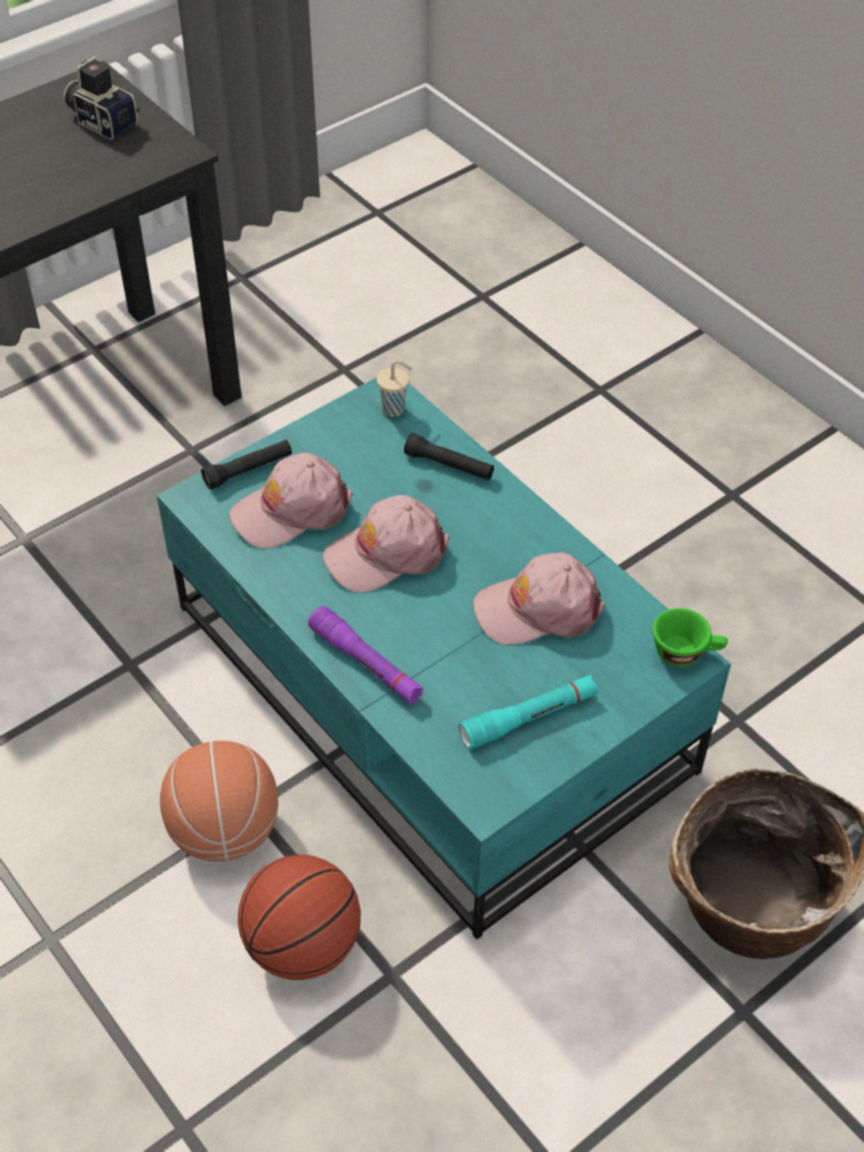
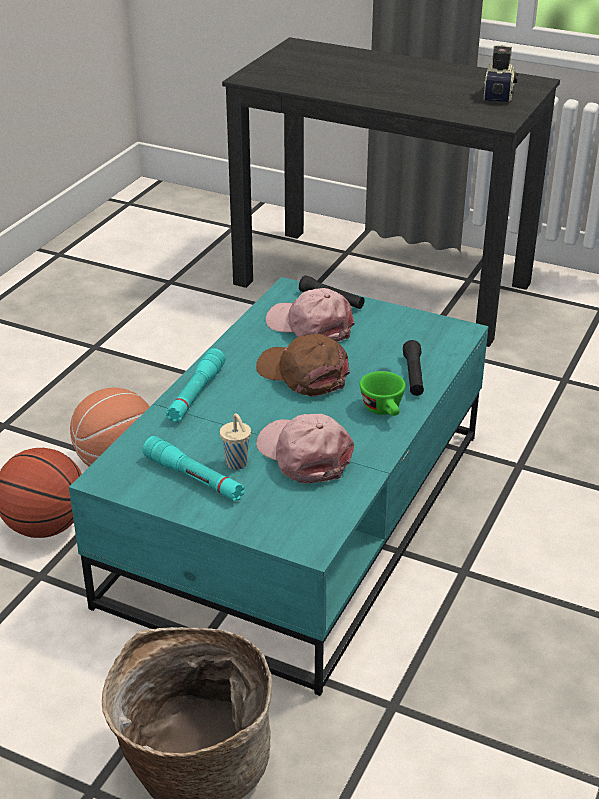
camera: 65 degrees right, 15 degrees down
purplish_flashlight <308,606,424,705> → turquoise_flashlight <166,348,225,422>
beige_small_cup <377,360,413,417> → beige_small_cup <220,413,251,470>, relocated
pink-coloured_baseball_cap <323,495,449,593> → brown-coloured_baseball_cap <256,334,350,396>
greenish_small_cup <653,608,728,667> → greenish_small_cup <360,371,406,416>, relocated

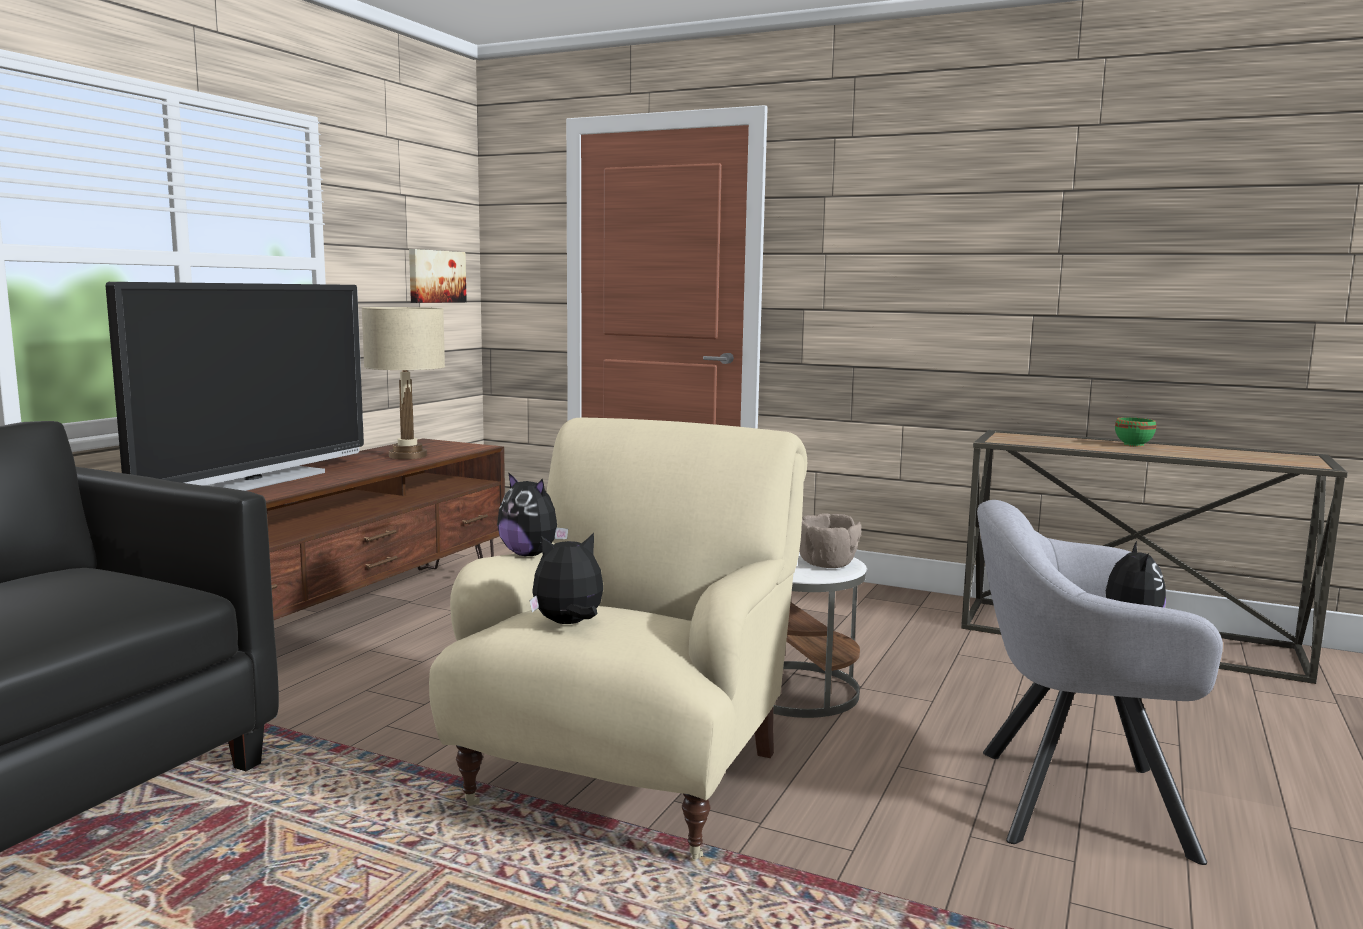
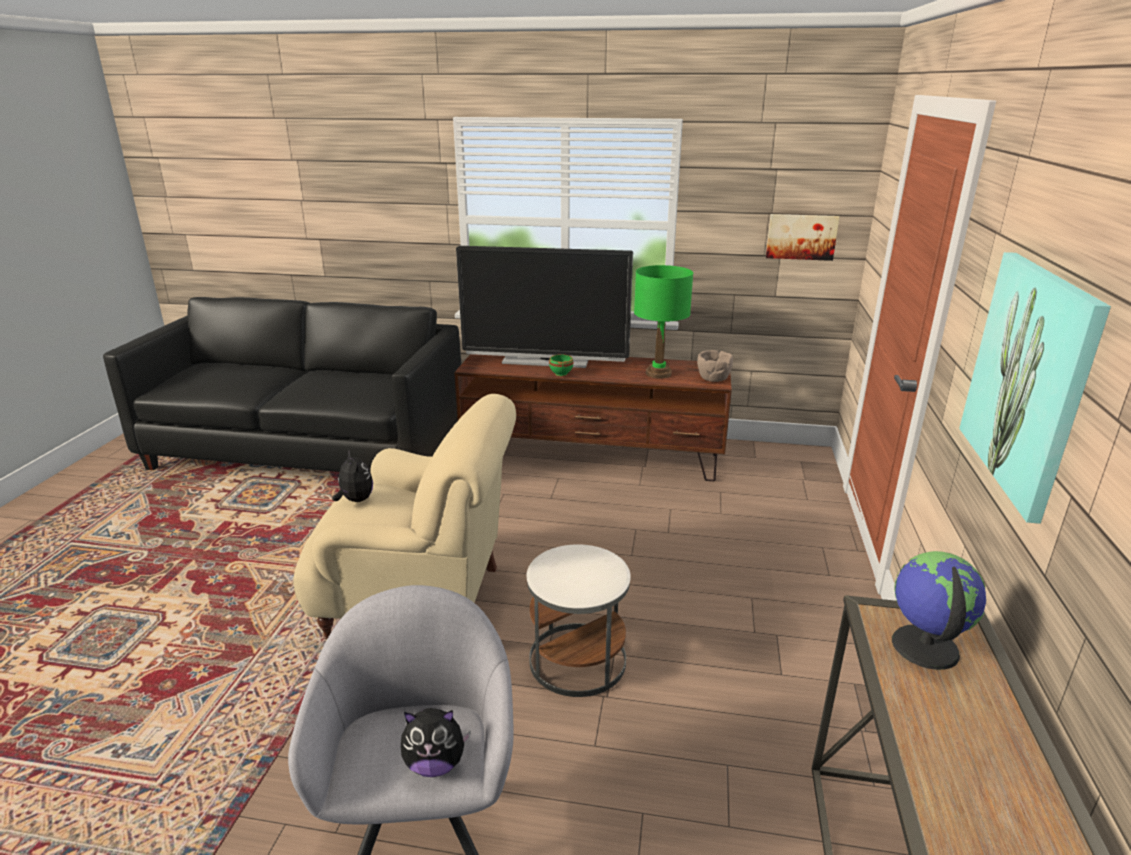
camera: 75 degrees right, 15 degrees up
greenish_deep_dish <1115,417,1156,447> → greenish_deep_dish <549,354,573,376>, relocated
beige_tabletop_lamp <362,307,445,459> → greenish_tabletop_lamp <634,265,693,378>
brown-coloured_deep_dish <799,513,861,568> → brown-coloured_deep_dish <697,350,733,382>, relocated
- → desk_globe <892,551,986,670>
- → picture <959,252,1111,524>
cuddly_toy <497,472,568,556> → -

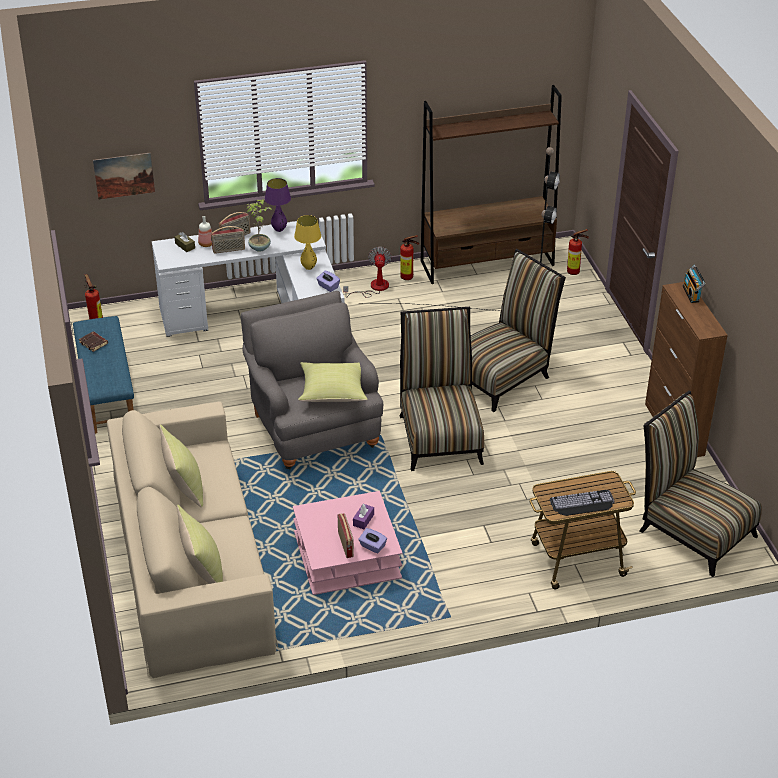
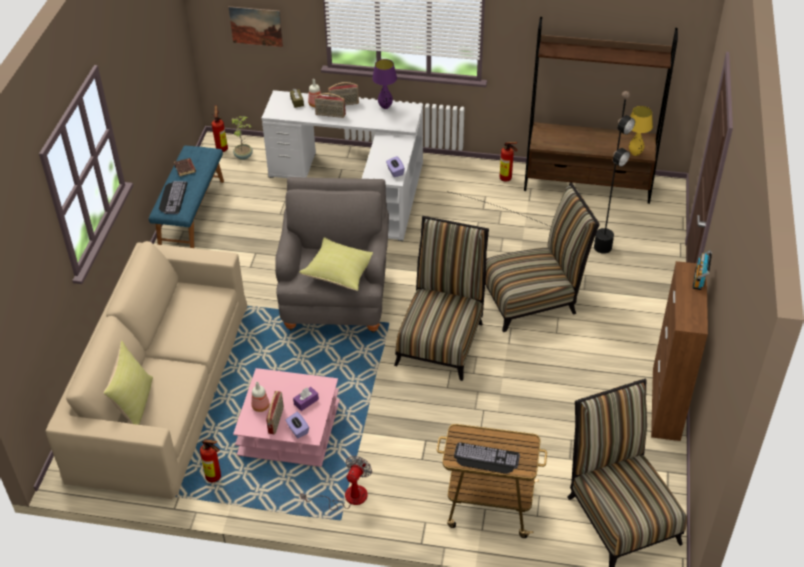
camera: 25 degrees right, 5 degrees up
- → computer_keyboard <159,181,188,214>
fire-fighting_cylinder <567,229,589,275> → fire-fighting_cylinder <200,439,221,482>, relocated
plant_in_a_pot <246,199,272,252> → plant_in_a_pot <232,116,253,160>, relocated
- → bottle <251,382,269,412>
electric_fan <343,247,392,298> → electric_fan <300,456,372,510>, relocated
yellow_tabletop_lamp <294,215,321,270> → yellow_tabletop_lamp <629,106,653,156>, relocated
yellow_pillow <159,424,203,507> → -

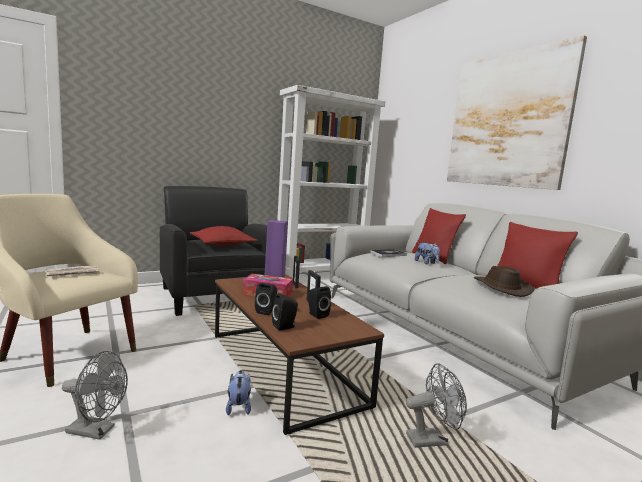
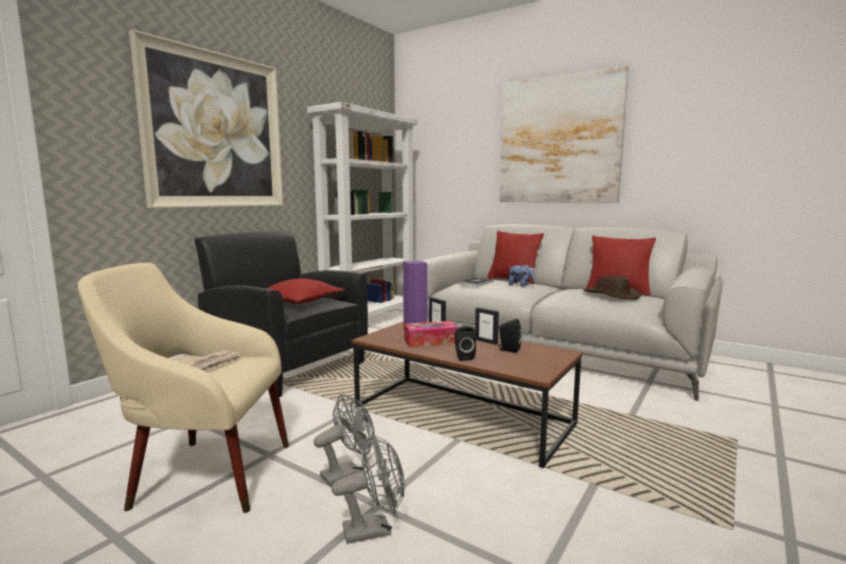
camera: 25 degrees left, 0 degrees up
- → picture <129,29,283,208>
grey_electric_fan <406,363,467,448> → grey_electric_fan <314,394,375,486>, relocated
cuddly_toy <226,370,251,415> → -
black-coloured_audio_speaker <272,293,298,331> → -

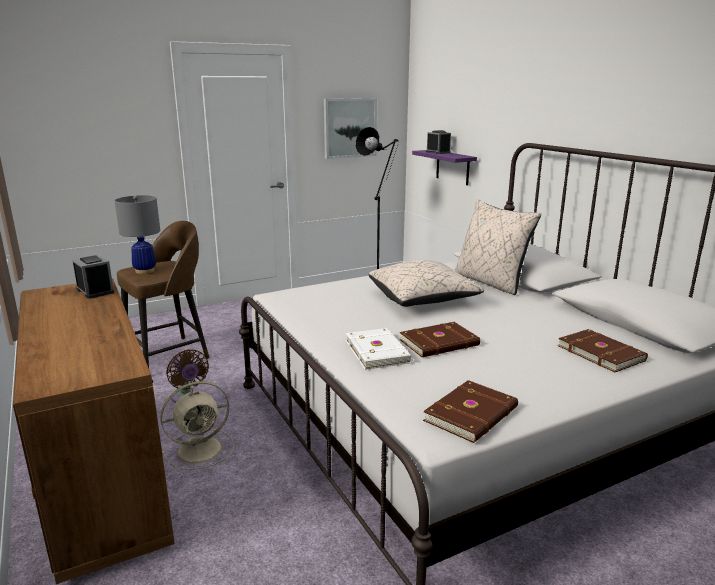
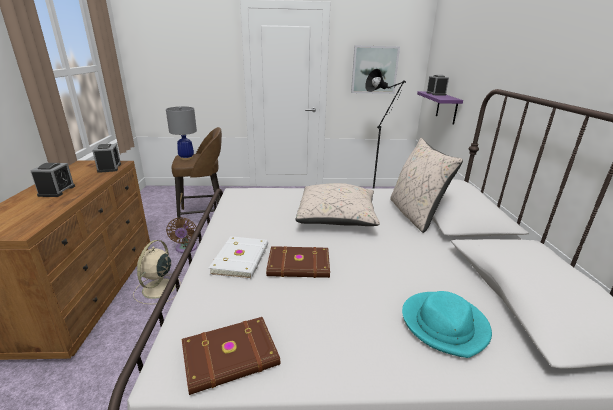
camera: 25 degrees right, 5 degrees up
- → alarm_clock <30,163,75,197>
beige_electric_fan <160,381,234,470> → beige_electric_fan <133,240,181,304>, 105 degrees clockwise
brown-coloured_volume <558,329,648,372> → turquoise_wearable_hat <402,291,492,358>

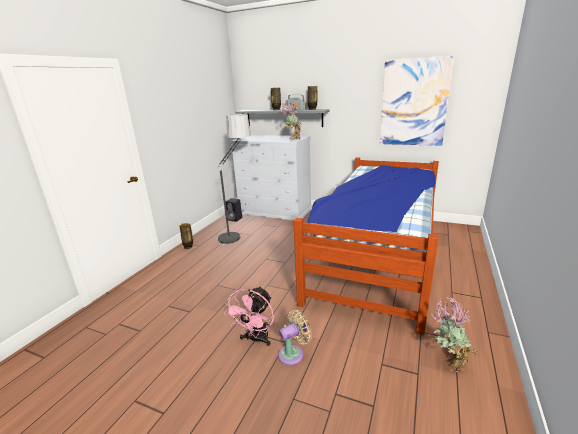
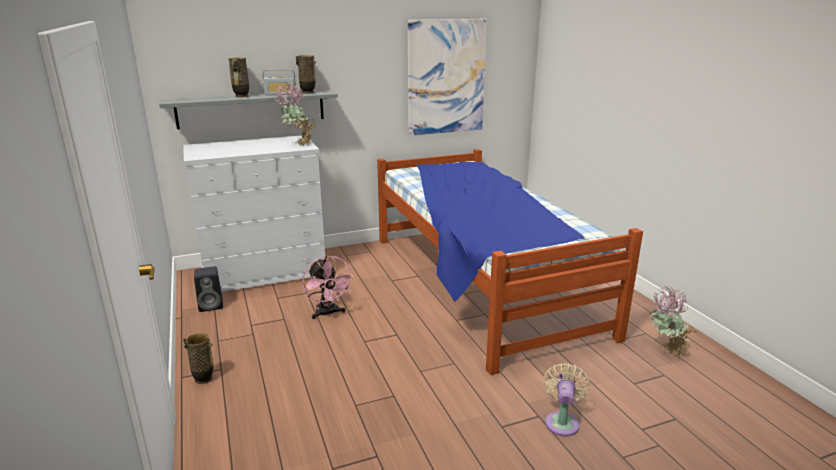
camera: 45 degrees left, 0 degrees up
pink-coloured_electric_fan <224,286,274,346> → pink-coloured_electric_fan <302,256,354,319>, relocated
standing_lamp <217,114,251,246> → -

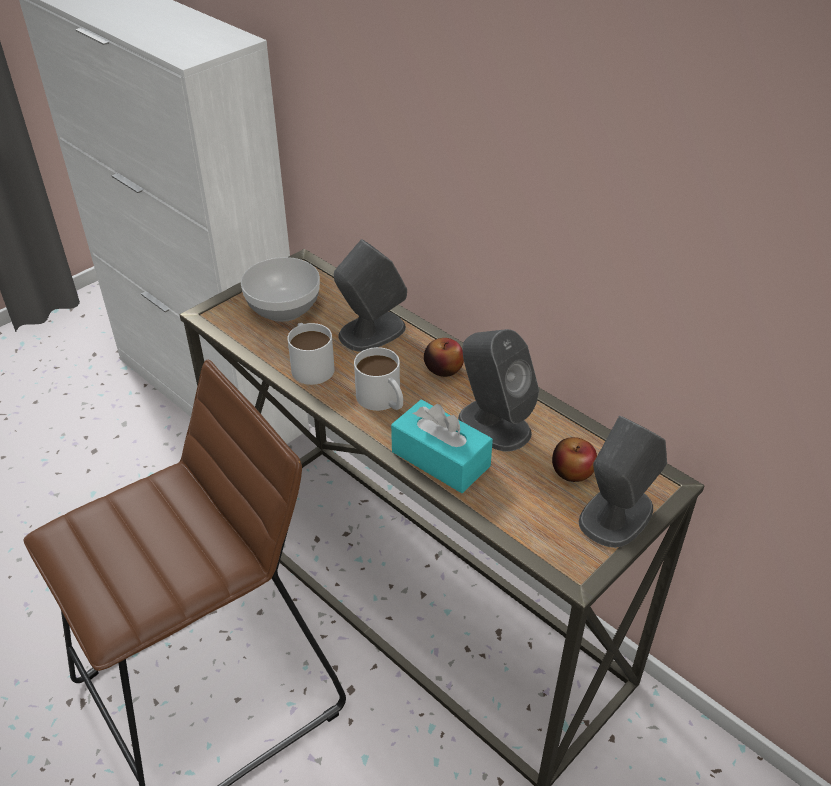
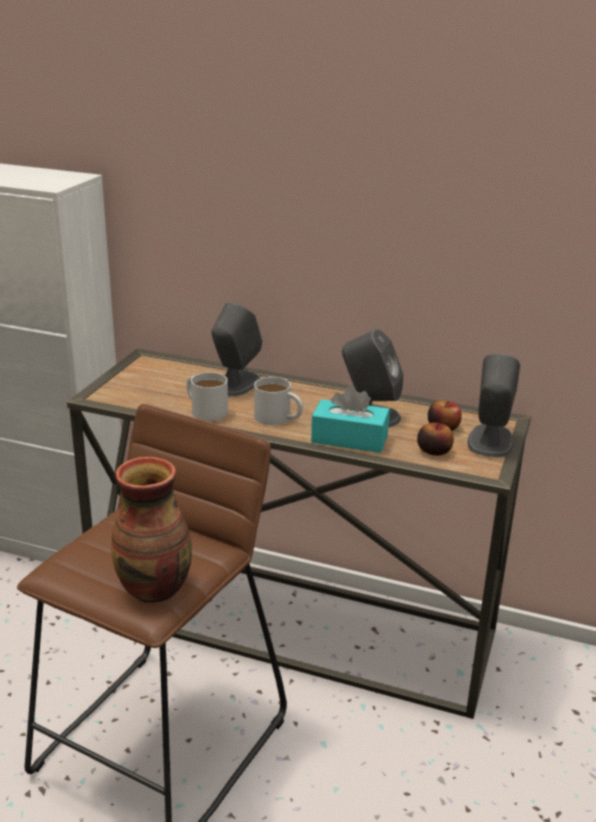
camera: 25 degrees left, 15 degrees down
- → vase <111,457,192,603>
apple <424,338,464,377> → apple <417,422,454,456>, relocated
deep_dish <241,257,320,322> → -

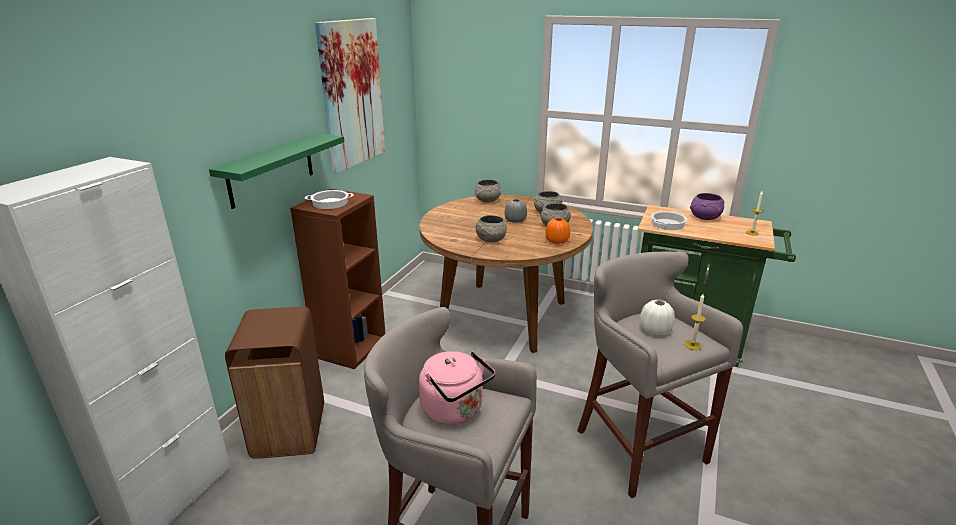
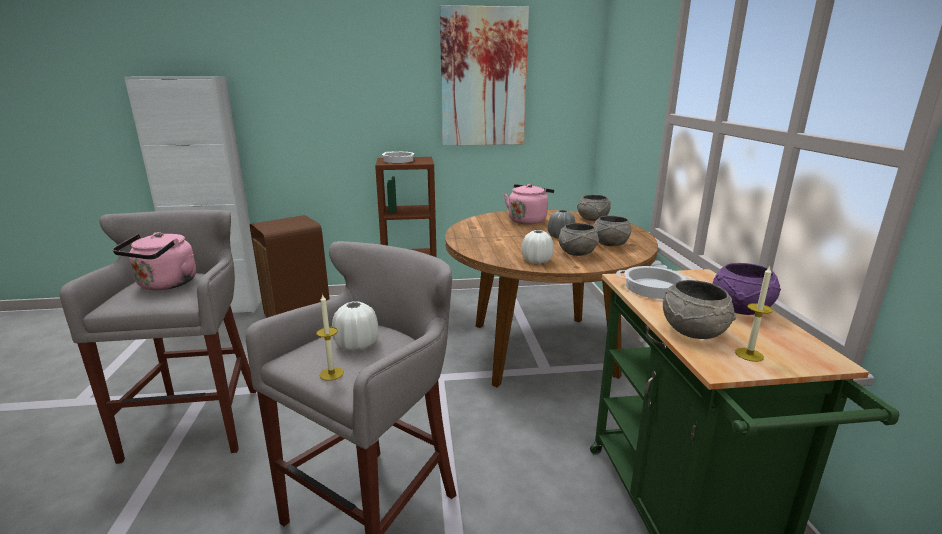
camera: 60 degrees right, 5 degrees down
- → pink-coloured_water_kettle <504,184,554,224>
orange-coloured_vase <546,218,570,244> → white-coloured_vase <521,230,554,264>
grey_deep_dish <475,215,507,242> → grey_deep_dish <663,280,736,339>, relocated
greenish_bracket_shelf <209,133,344,209> → -

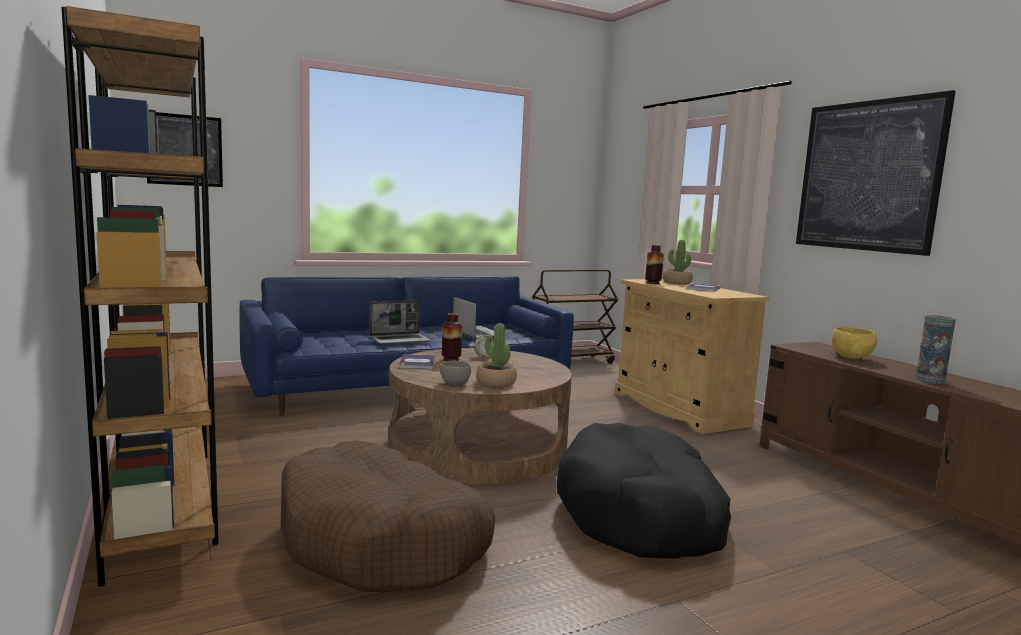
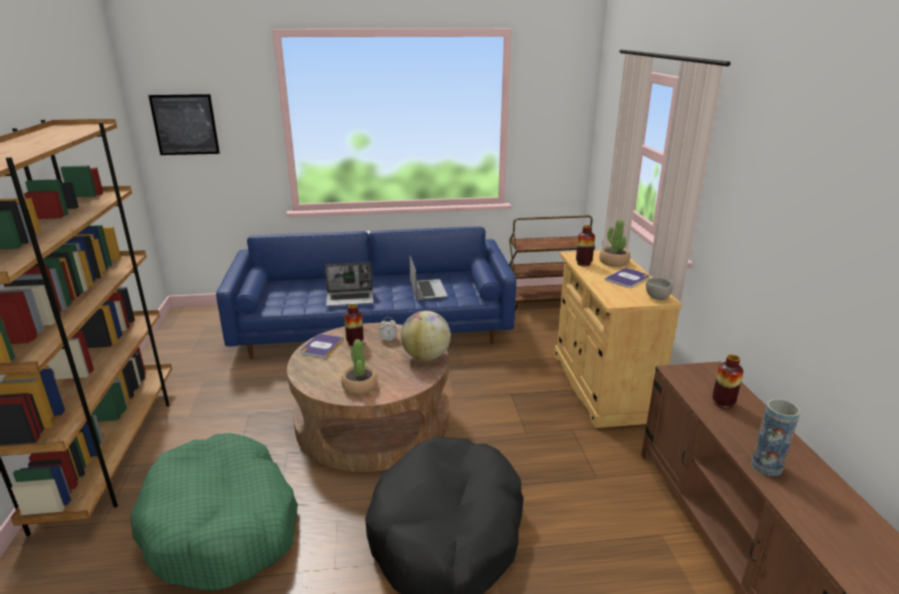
camera: 20 degrees right, 15 degrees up
brown-coloured_dog_cushion <281,440,495,592> → greenish_dog_cushion <131,433,298,591>
- → desk_globe <401,311,451,361>
grey_deep_dish <440,361,471,385> → grey_deep_dish <646,278,673,300>, relocated
yellow_deep_dish <831,327,877,359> → vase <712,355,744,409>
picture <796,90,956,256> → -

